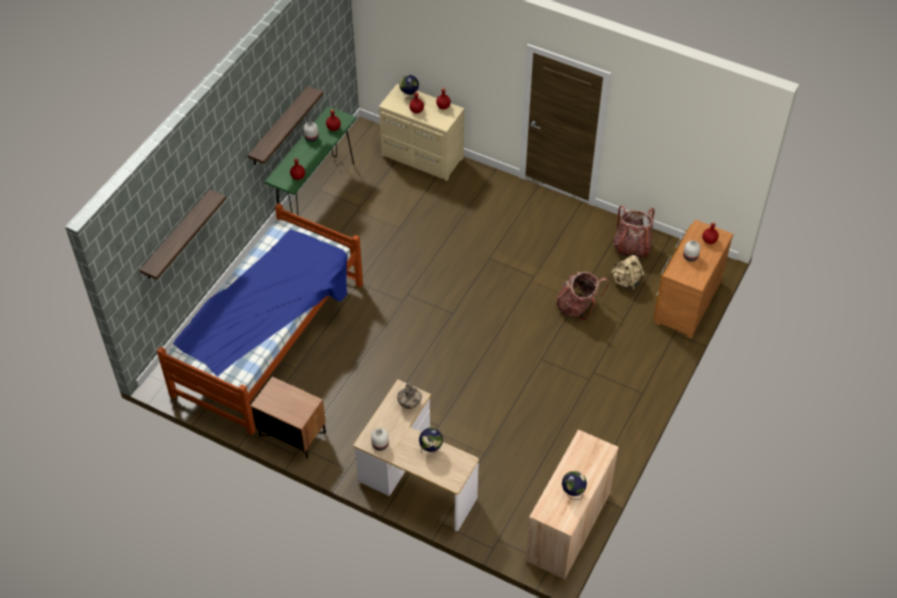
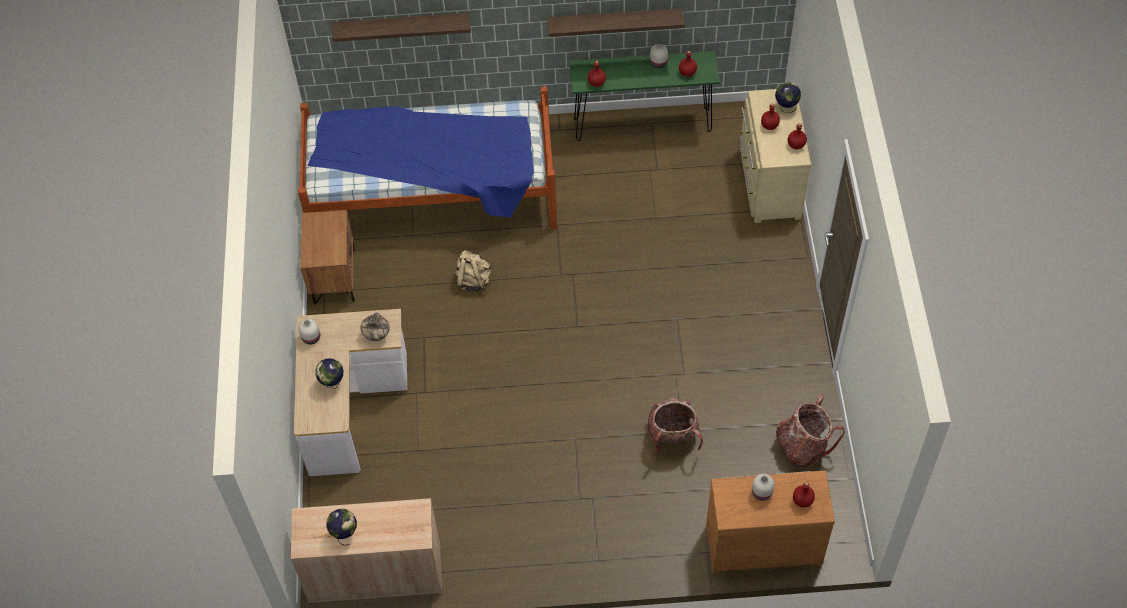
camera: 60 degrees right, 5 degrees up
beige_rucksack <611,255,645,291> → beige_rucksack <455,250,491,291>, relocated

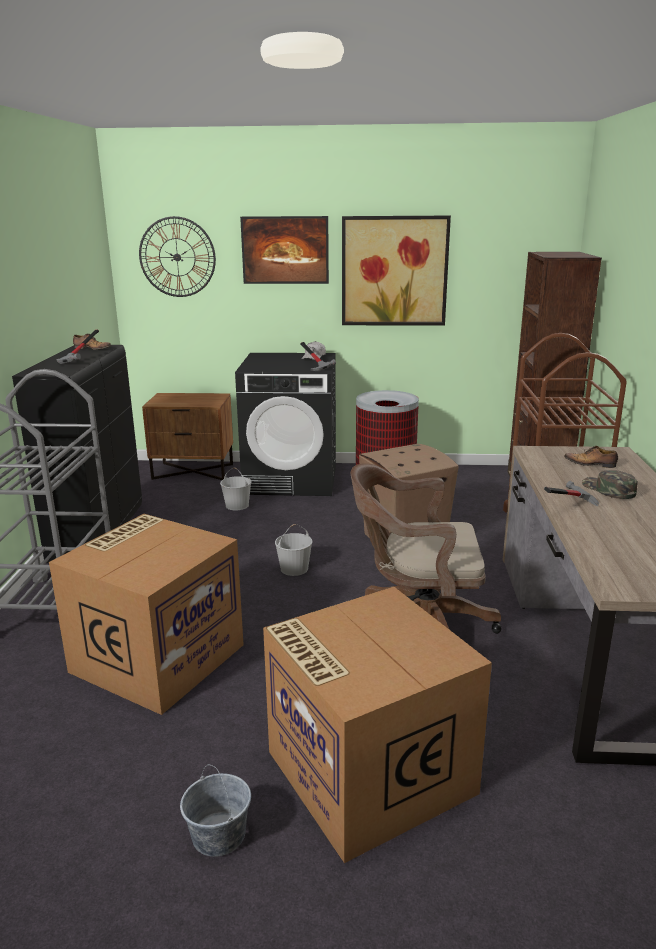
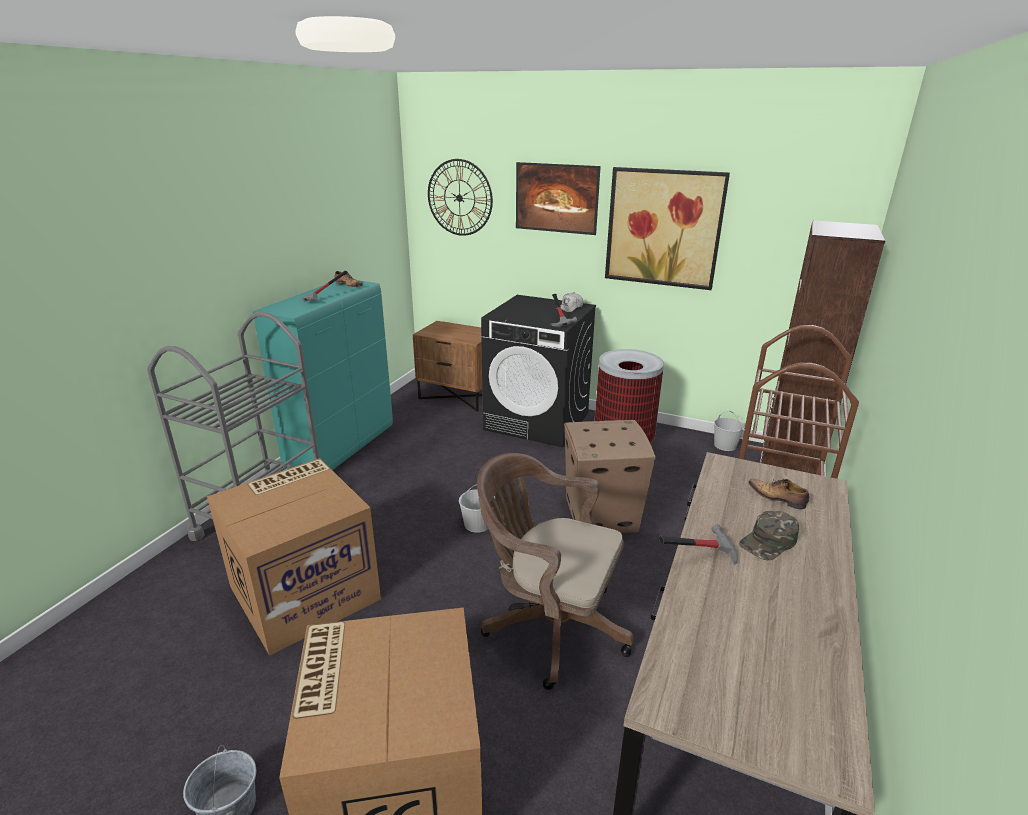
camera: 20 degrees right, 5 degrees up
black-coloured_cupboard <12,345,142,563> → turquoise_cupboard <253,280,393,470>
white-coloured_bucket <220,468,252,510> → white-coloured_bucket <714,411,745,451>, relocated
greenish_baseball_cap <582,470,638,499> → greenish_baseball_cap <739,511,799,560>, 120 degrees counterclockwise

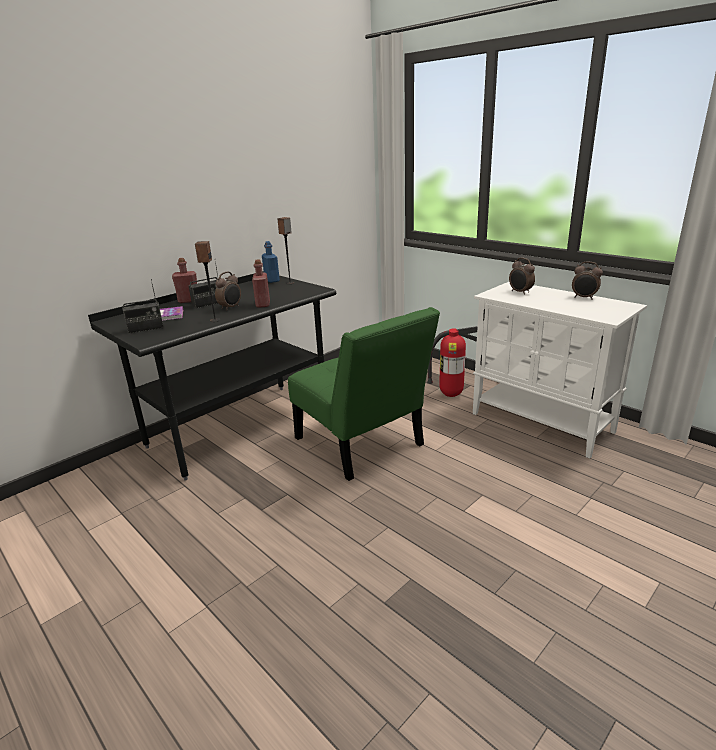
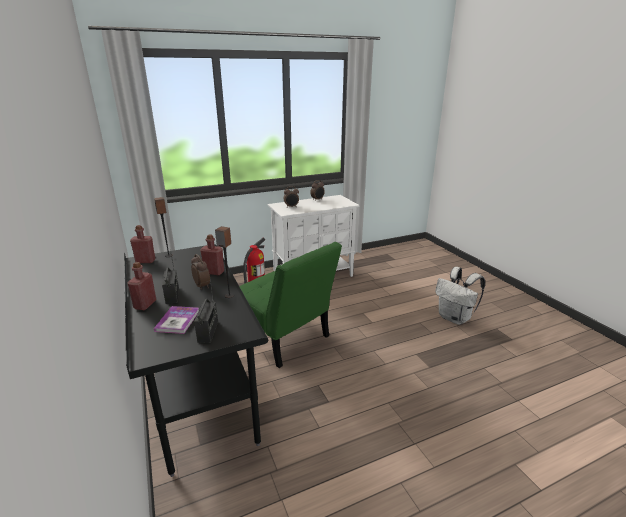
camera: 70 degrees left, 0 degrees up
blue_bottle <262,241,280,283> → reddish_bottle <130,225,156,263>
greenish_chair <288,307,440,481> → greenish_chair <239,242,342,368>, 60 degrees clockwise
- → white-coloured_rucksack <435,267,485,325>

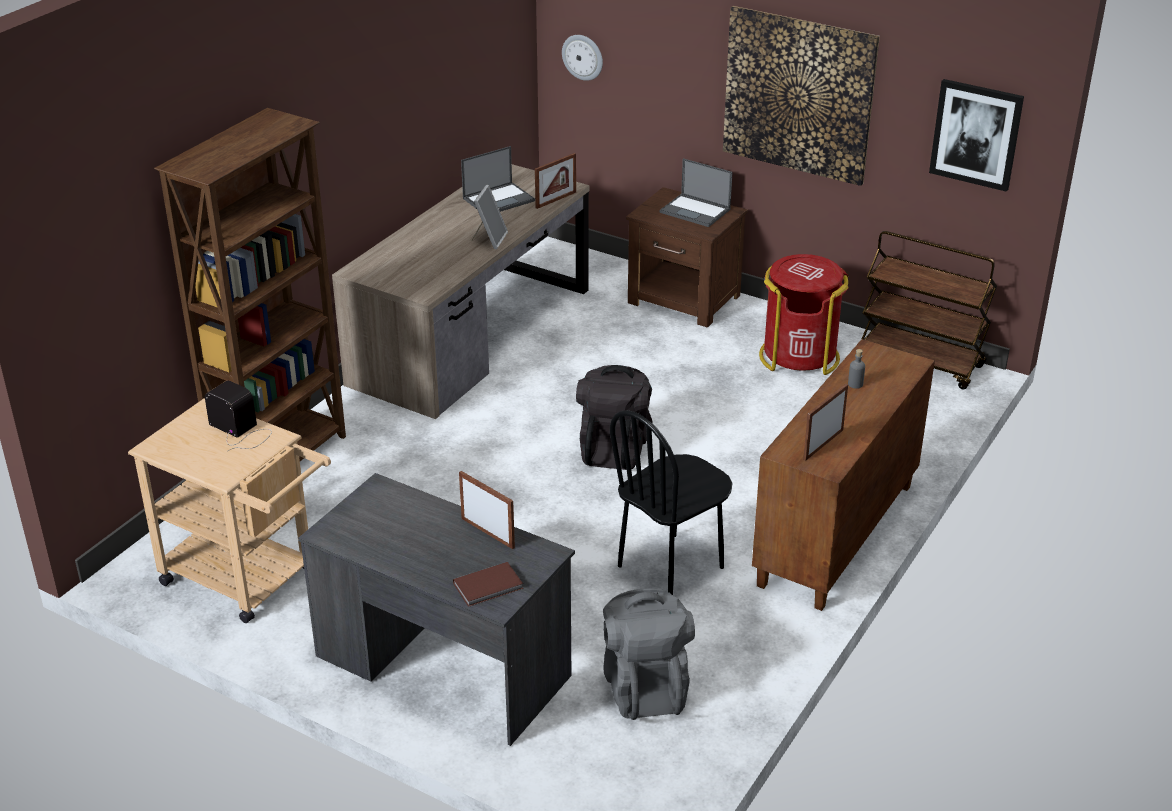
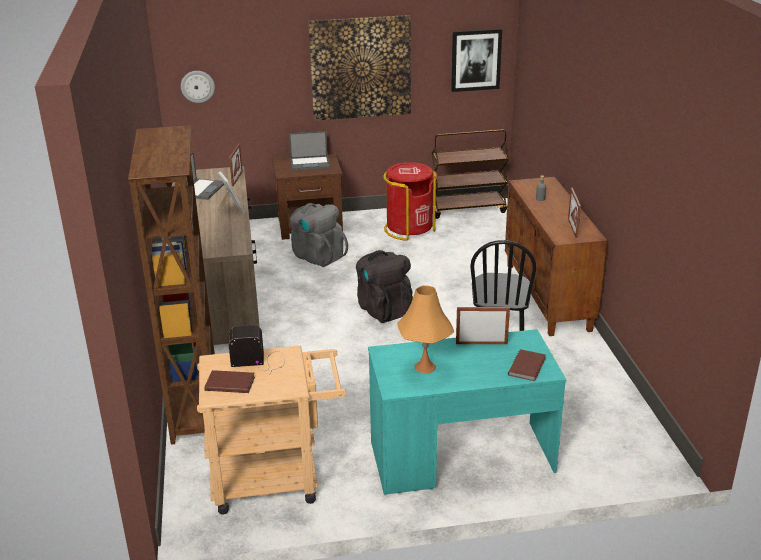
camera: 40 degrees left, 5 degrees down
- → brown-coloured_volume <204,370,255,393>
grey_rucksack <603,589,695,720> → grey_rucksack <290,203,348,267>, relocated
grey_desk <298,473,575,746> → turquoise_desk <368,329,567,495>
- → orange-coloured_tabletop_lamp <397,285,454,373>

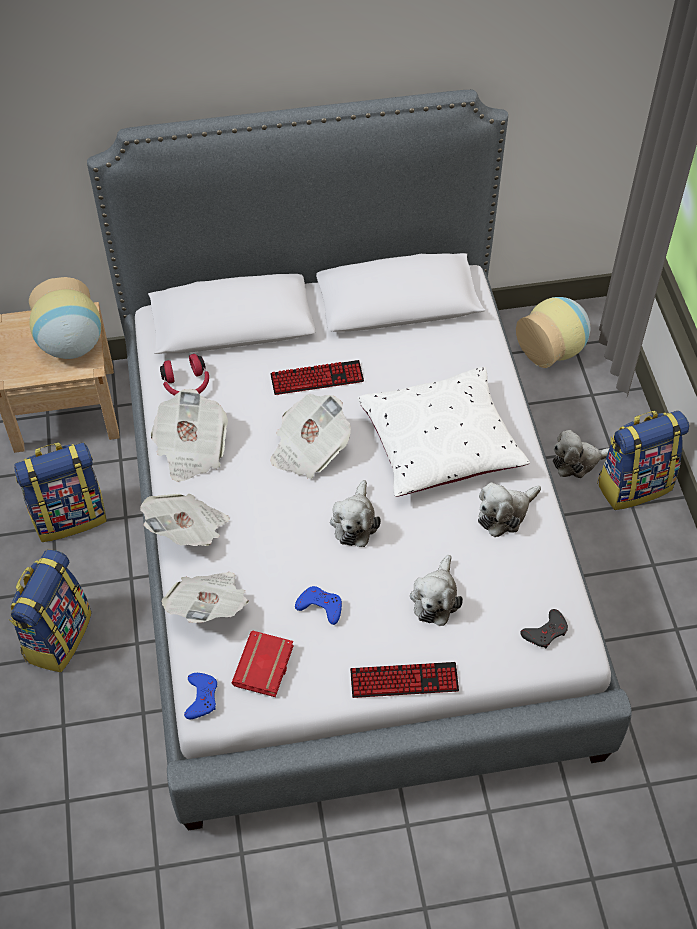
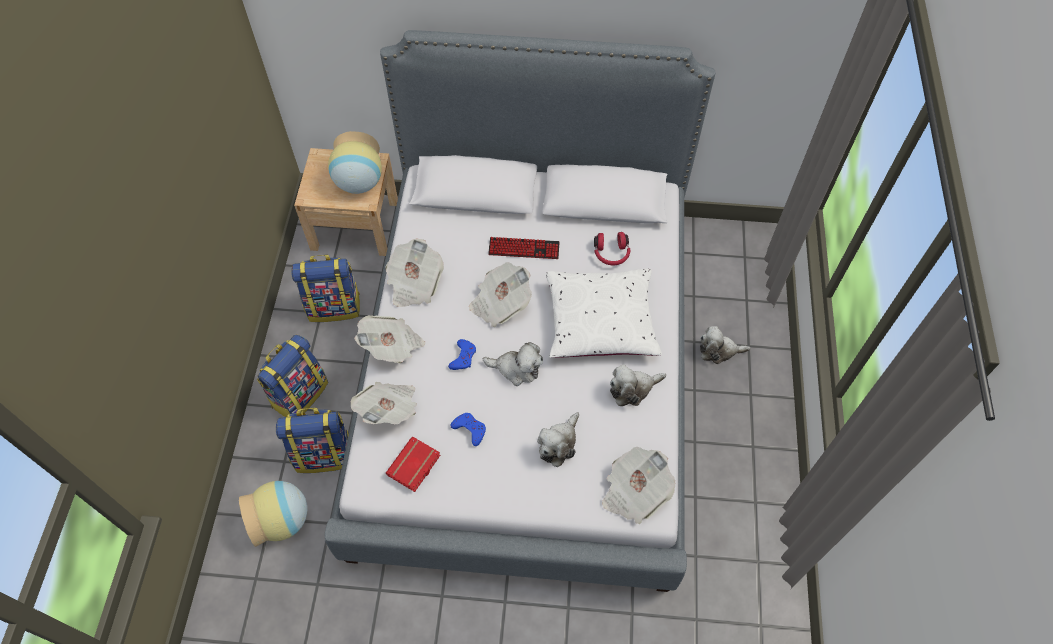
camera: 15 degrees right, 5 degrees up
vase <516,297,591,368> → vase <239,481,308,547>, relocated
rucksack <597,411,689,510> → rucksack <276,408,349,473>, relocated
blue_joypad <184,673,217,719> → blue_joypad <448,339,476,370>, relocated
cuddly_toy <330,480,381,547> → cuddly_toy <483,342,543,386>, 105 degrees counterclockwise
reddish_pair_of_headphones <160,354,209,396> → reddish_pair_of_headphones <594,232,630,265>, relocated
grey_joypad <520,609,568,649> → daily_paper <602,447,675,524>
computer_keyboard <350,662,459,698> → -

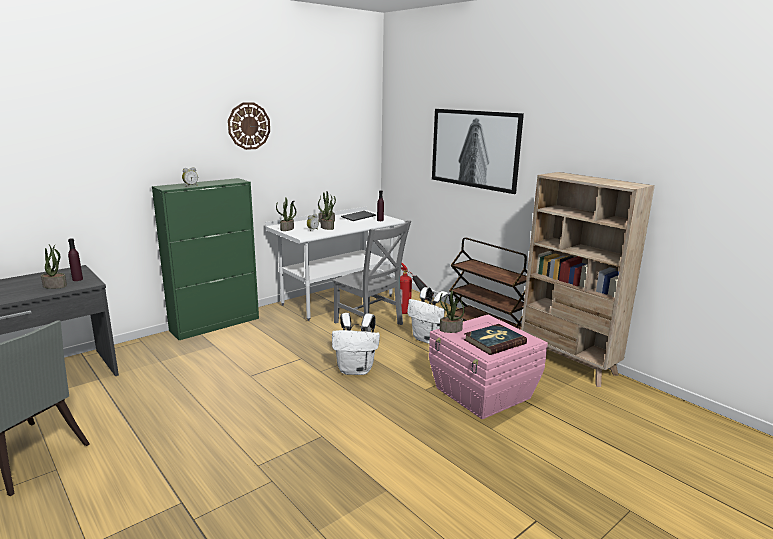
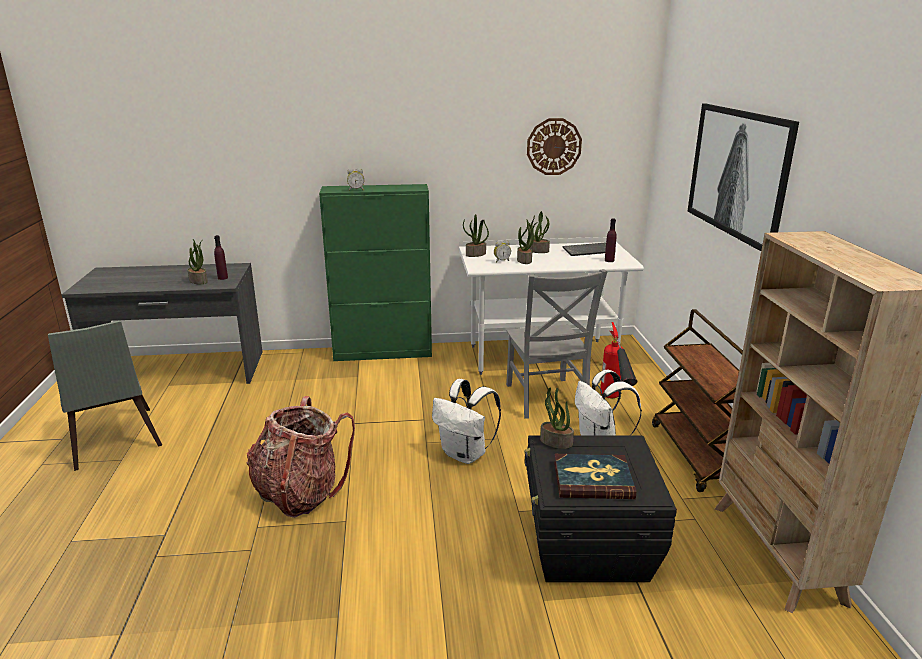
camera: 35 degrees right, 5 degrees up
- → rucksack <247,396,355,518>
pink-coloured_storage_box <429,315,548,419> → black-coloured_storage_box <524,435,677,582>
clock_on_the_wall <228,103,270,150> → clock_on_the_wall <527,118,582,175>, relocated

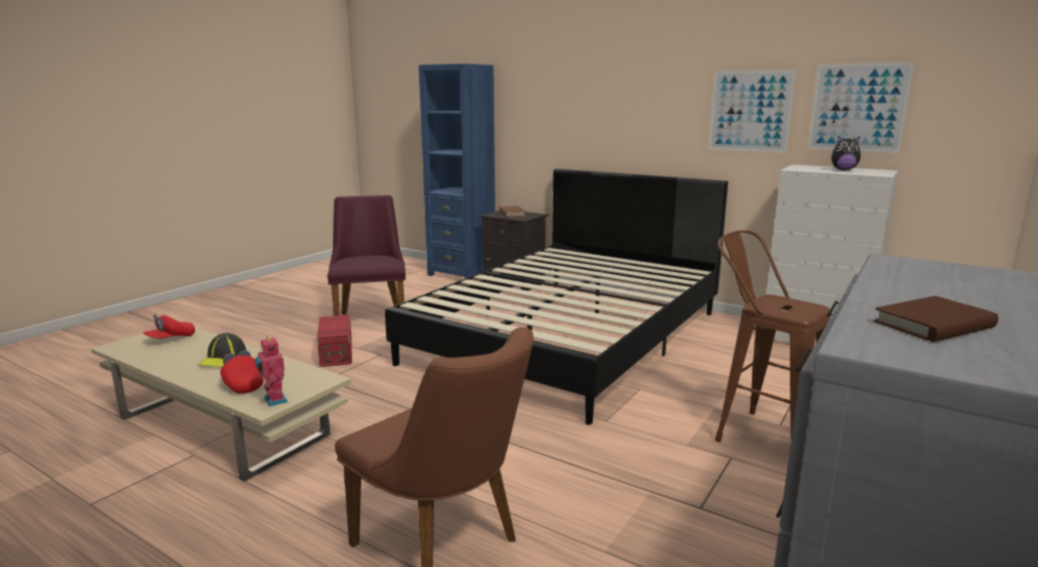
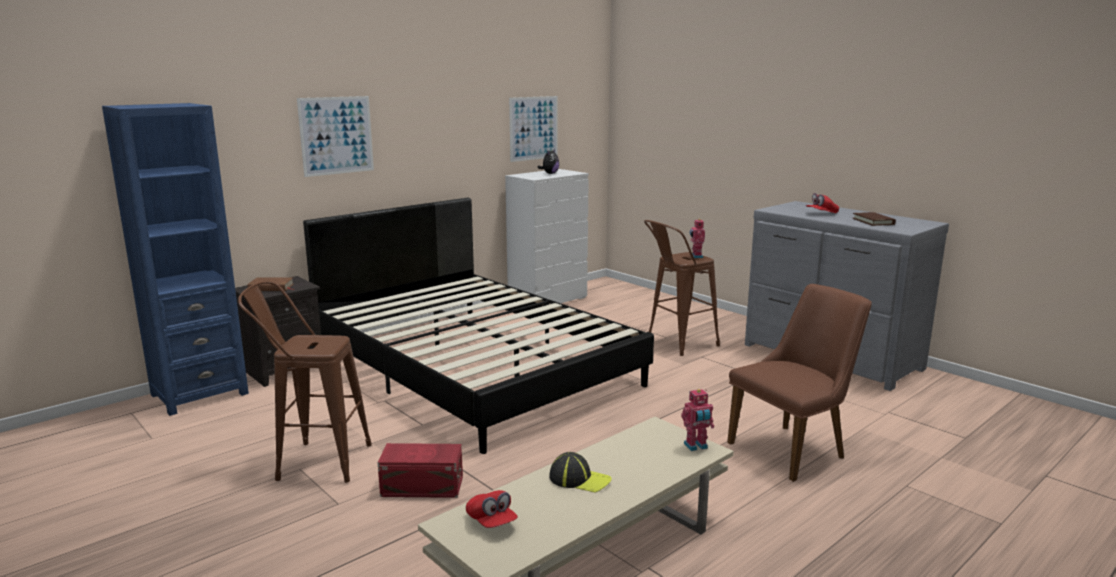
camera: 75 degrees left, 0 degrees up
purplish_chair <327,195,406,316> → brown-coloured_stool <238,281,372,483>
picture <708,70,797,153> → picture <297,96,374,177>, relocated
- → model_robot <690,218,705,258>
reddish_baseball_cap <220,350,263,394> → reddish_baseball_cap <806,193,839,213>, relocated

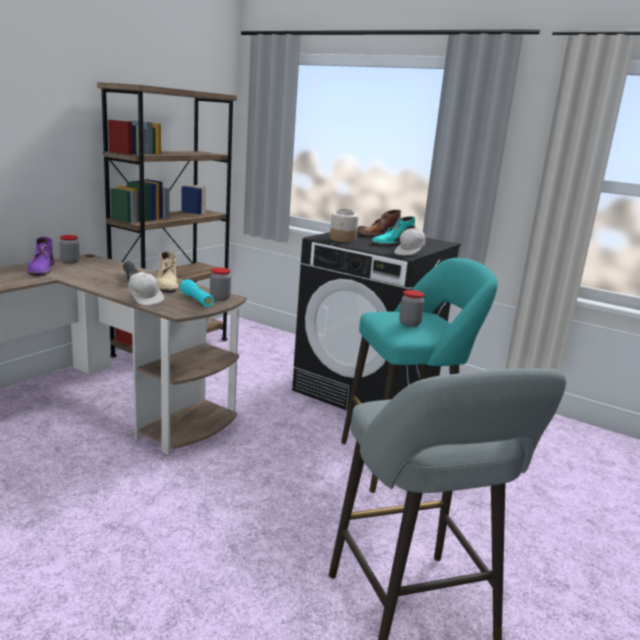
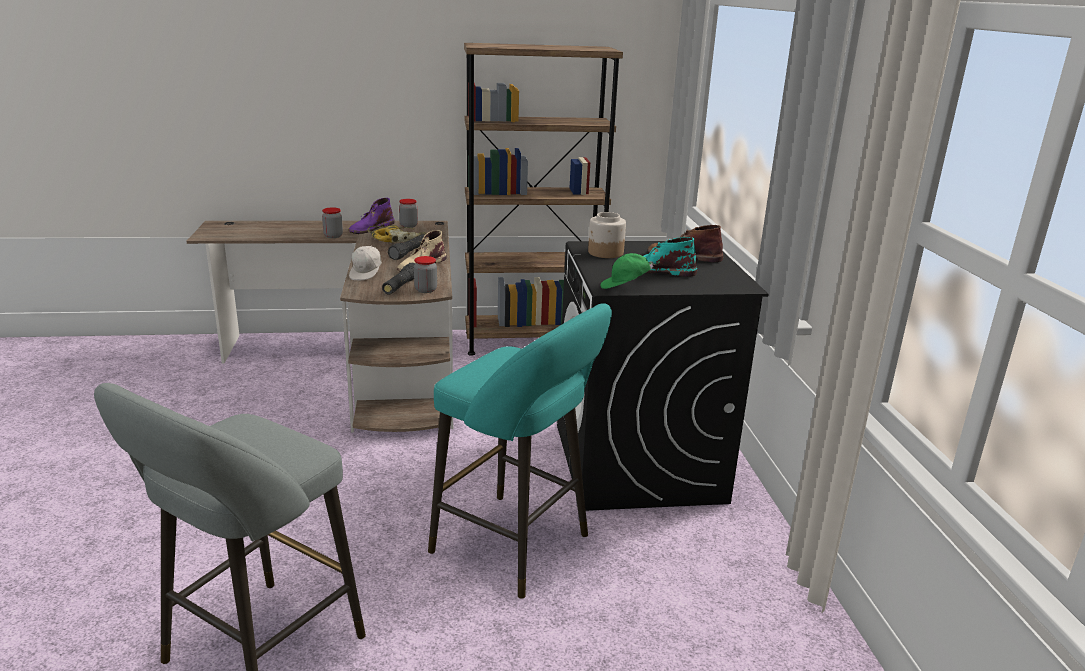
camera: 50 degrees right, 5 degrees up
storage_jar <399,290,425,327> → storage_jar <322,207,343,238>, relocated
- → electric_drill <367,225,427,243>
turquoise_flashlight <180,279,214,307> → black-coloured_flashlight <382,263,415,294>
white-coloured_baseball_cap <394,229,425,256> → greenish_baseball_cap <600,253,660,289>

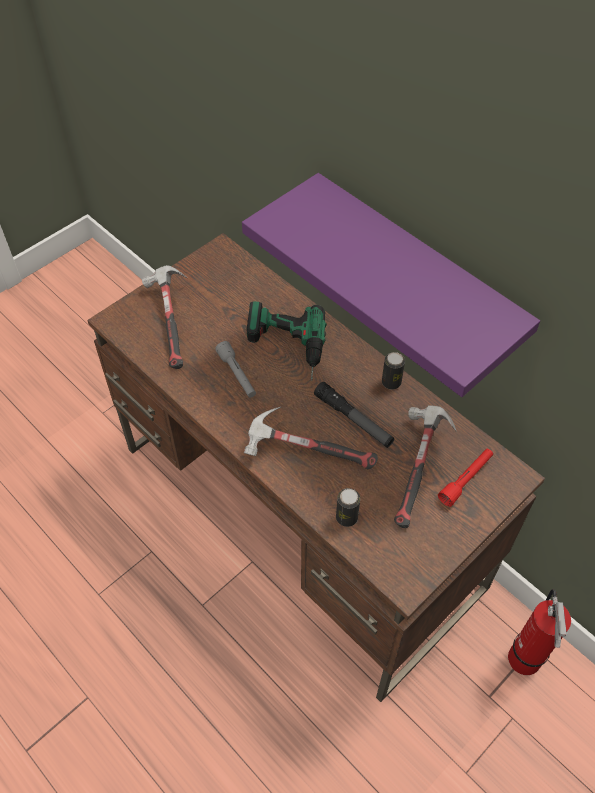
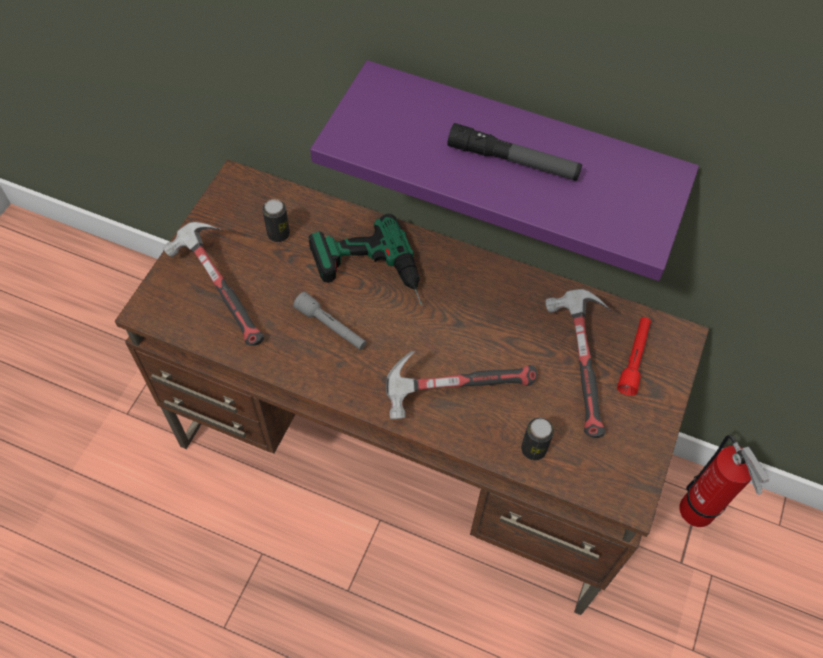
camera: 25 degrees left, 5 degrees up
can <382,352,405,390> → can <262,199,290,242>, relocated
flashlight <314,382,394,448> → flashlight <447,123,582,181>, relocated

